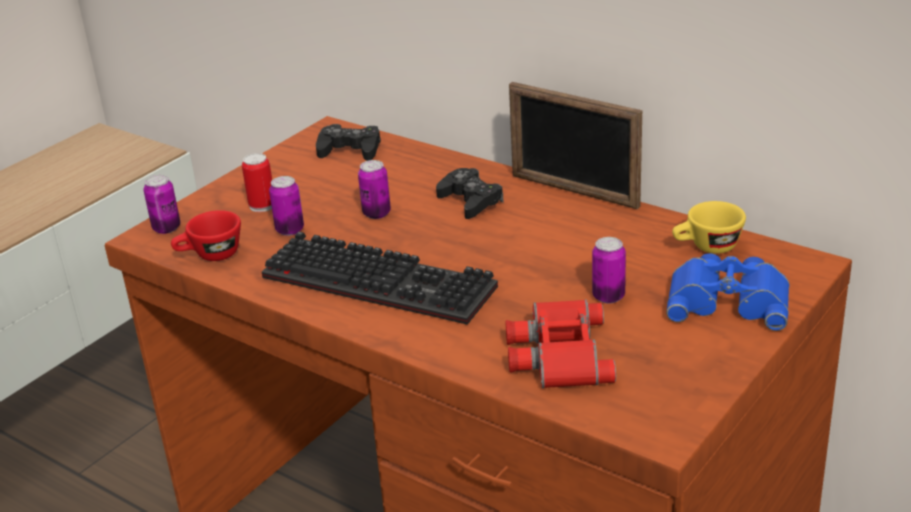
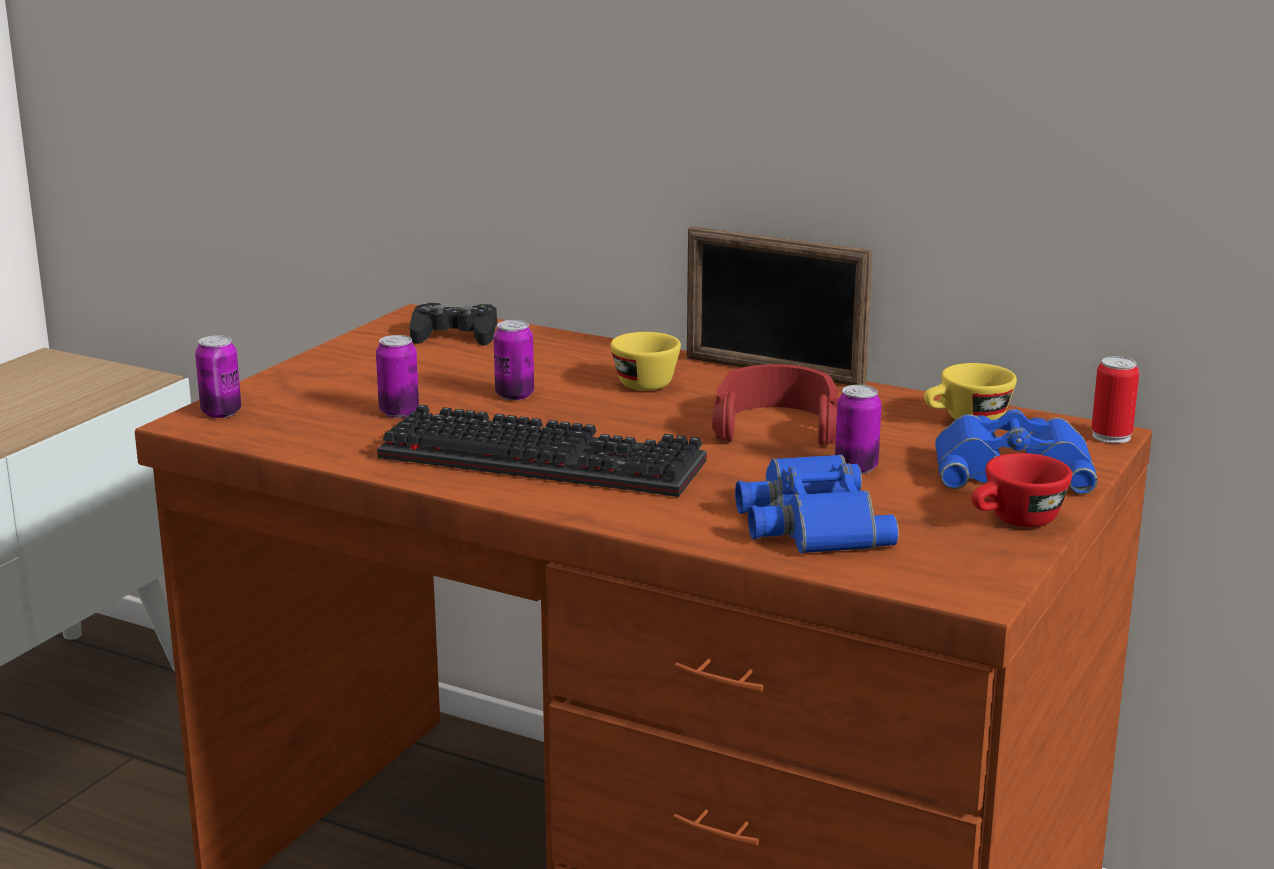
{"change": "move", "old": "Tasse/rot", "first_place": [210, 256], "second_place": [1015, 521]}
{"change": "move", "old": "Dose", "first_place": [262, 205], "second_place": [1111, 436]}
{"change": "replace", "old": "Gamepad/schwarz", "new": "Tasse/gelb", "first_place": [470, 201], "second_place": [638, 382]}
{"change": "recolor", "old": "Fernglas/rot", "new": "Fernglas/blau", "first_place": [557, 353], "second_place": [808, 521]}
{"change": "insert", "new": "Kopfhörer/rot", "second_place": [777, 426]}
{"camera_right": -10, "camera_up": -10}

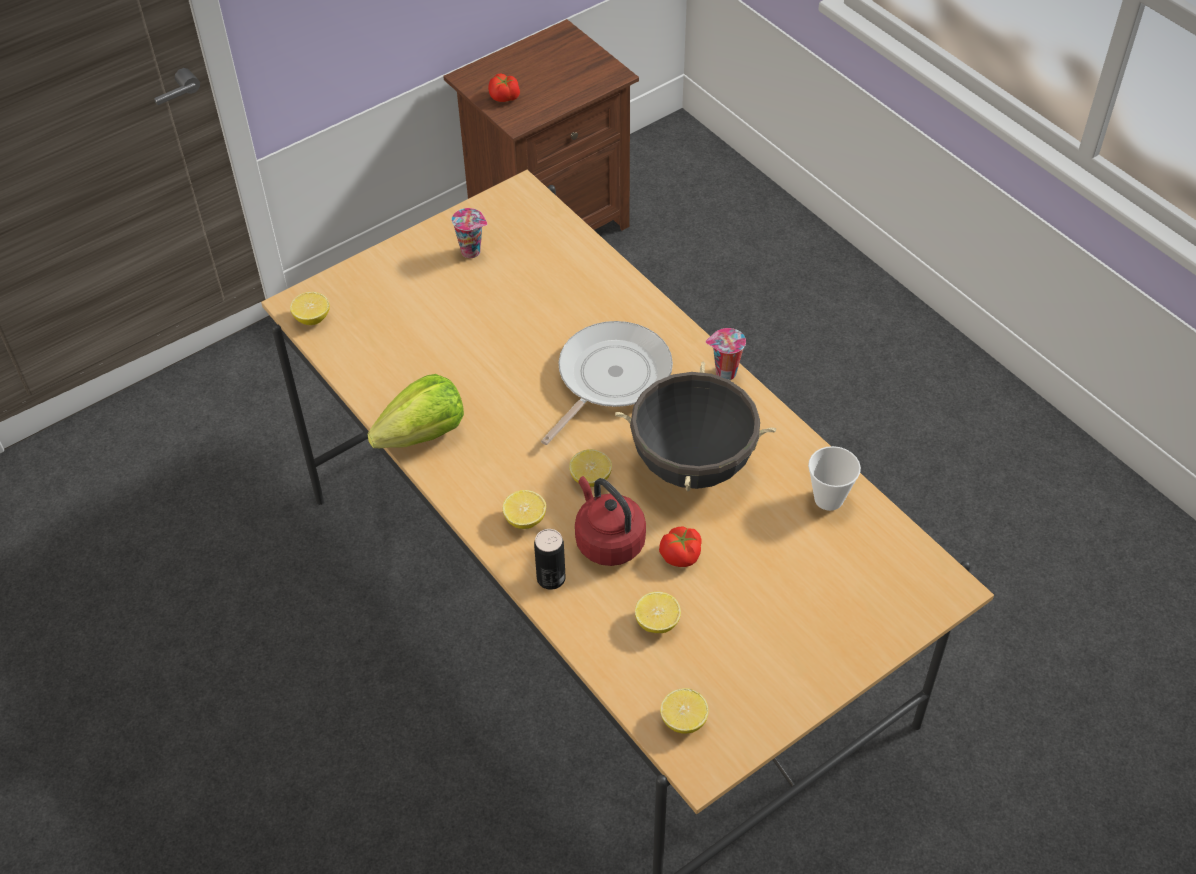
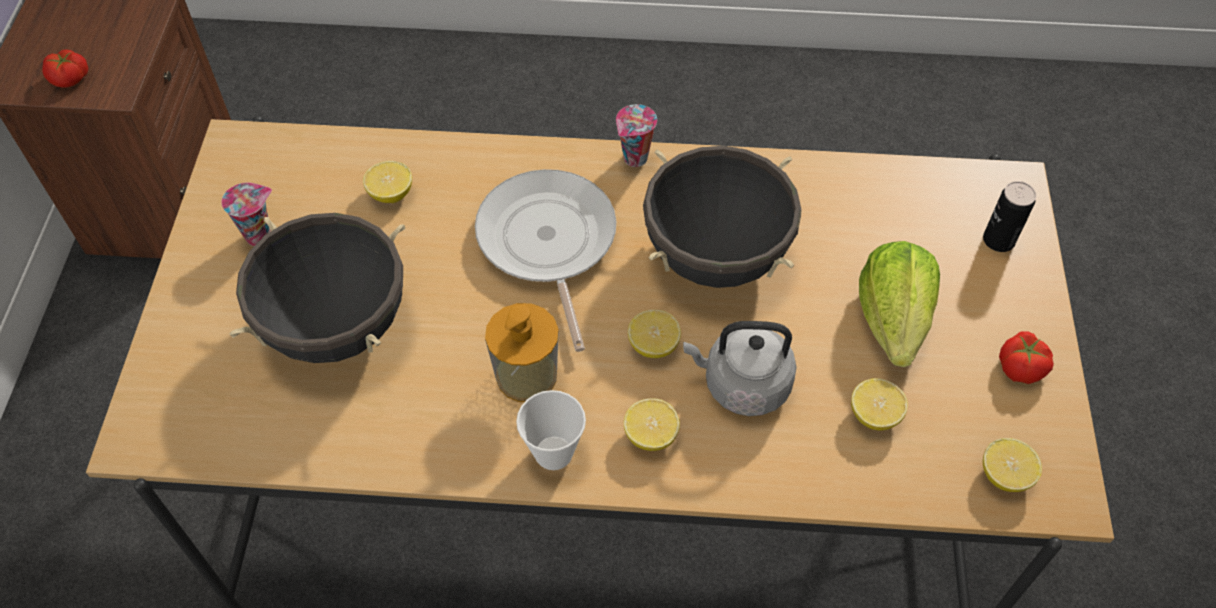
{"change": "move", "old": "Zitrone", "first_place": [312, 318], "second_place": [391, 193]}
{"change": "move", "old": "Salatkopf", "first_place": [423, 434], "second_place": [893, 320]}
{"change": "move", "old": "Dose", "first_place": [551, 578], "second_place": [998, 240]}
{"change": "recolor", "old": "Wasserkessel/rot", "new": "Wasserkessel/grau", "first_place": [607, 540], "second_place": [741, 385]}
{"change": "move", "old": "Tomate", "first_place": [681, 555], "second_place": [1021, 367]}
{"change": "move", "old": "Tasse", "first_place": [828, 498], "second_place": [553, 453]}
{"change": "insert", "new": "Kochtopf/schwarz", "second_place": [336, 326]}
{"change": "insert", "new": "Seifenspender", "second_place": [526, 375]}
{"camera_right": -50, "camera_up": 5}

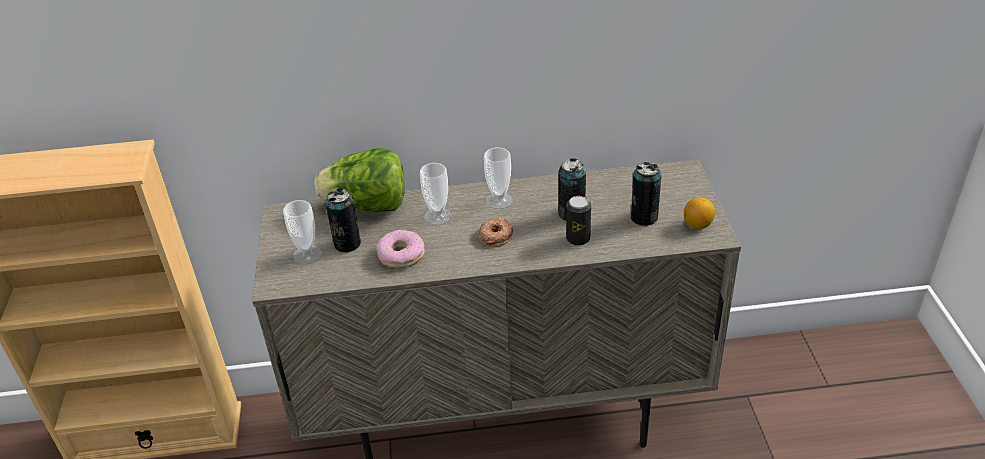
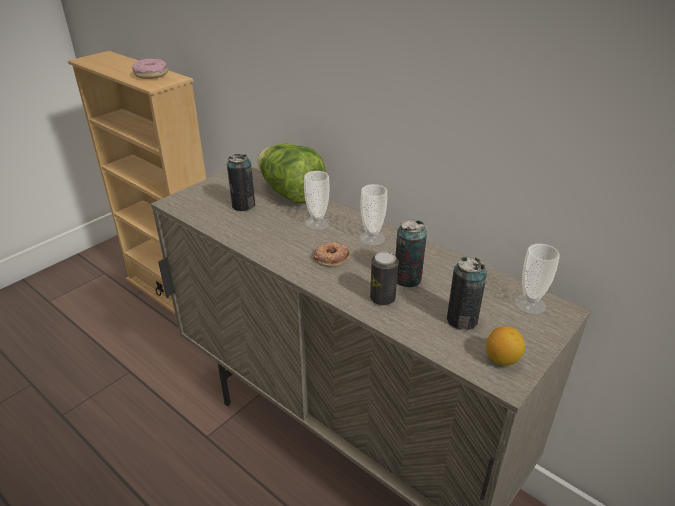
{"change": "move", "old": "Tasse", "first_place": [307, 254], "second_place": [530, 304]}
{"change": "move", "old": "Donut", "first_place": [401, 255], "second_place": [151, 74]}
{"camera_right": 45, "camera_up": -5}

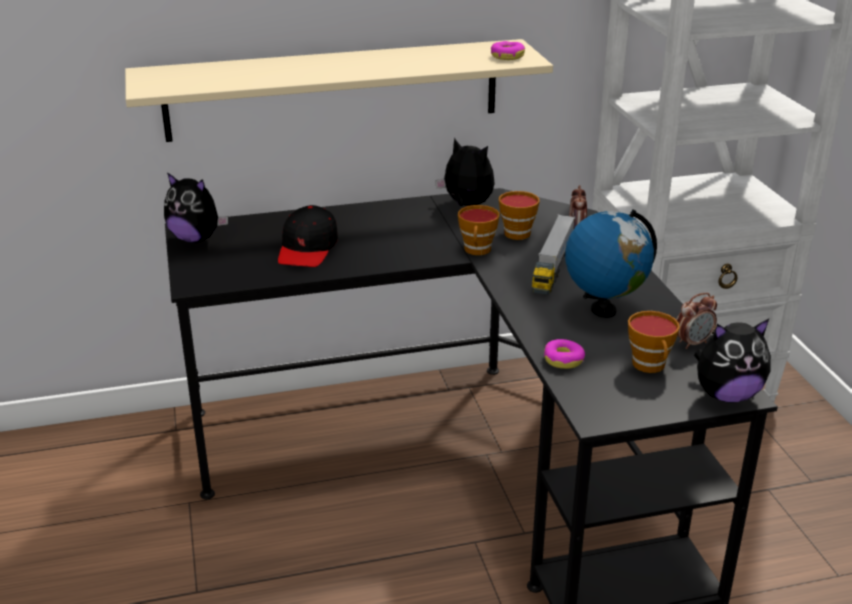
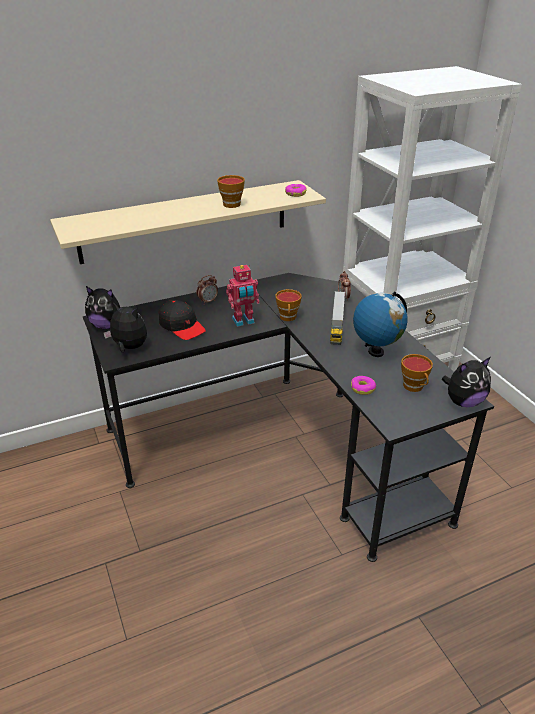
{"change": "rotate", "old": "Kappe/schwarz", "first_place": [308, 249], "second_place": [182, 326], "degrees": -45}
{"change": "move", "old": "Plüschtier", "first_place": [466, 205], "second_place": [129, 348]}
{"change": "move", "old": "Tasse", "first_place": [518, 232], "second_place": [232, 203]}
{"change": "move", "old": "Wecker", "first_place": [692, 343], "second_place": [208, 301]}
{"change": "insert", "new": "Spielzeugroboter", "second_place": [243, 321]}
{"camera_right": -10, "camera_up": 5}

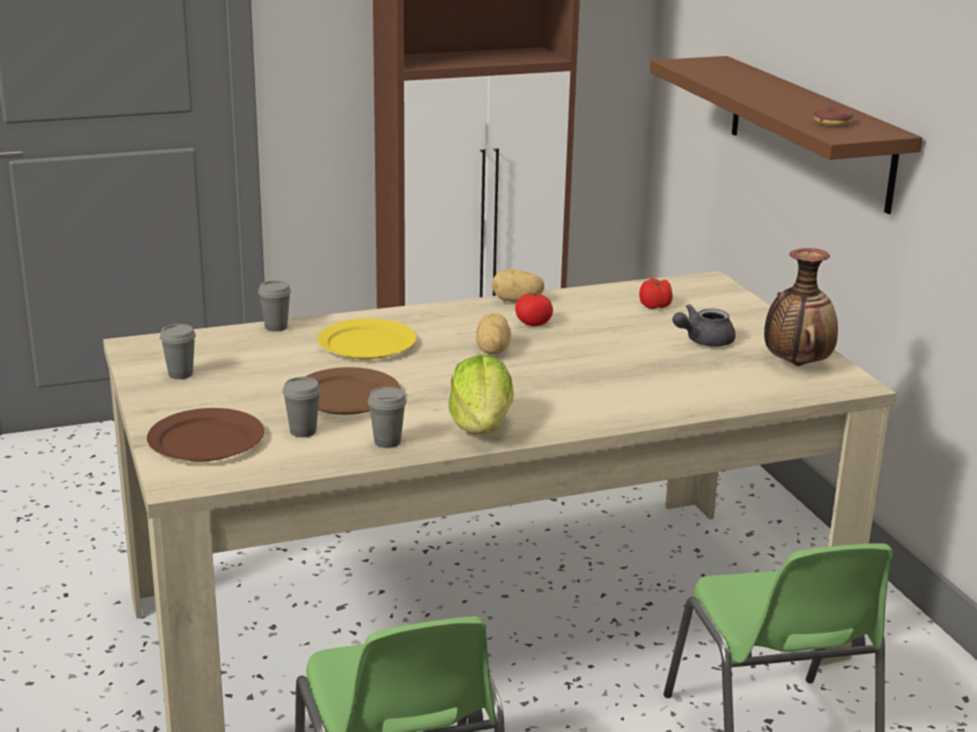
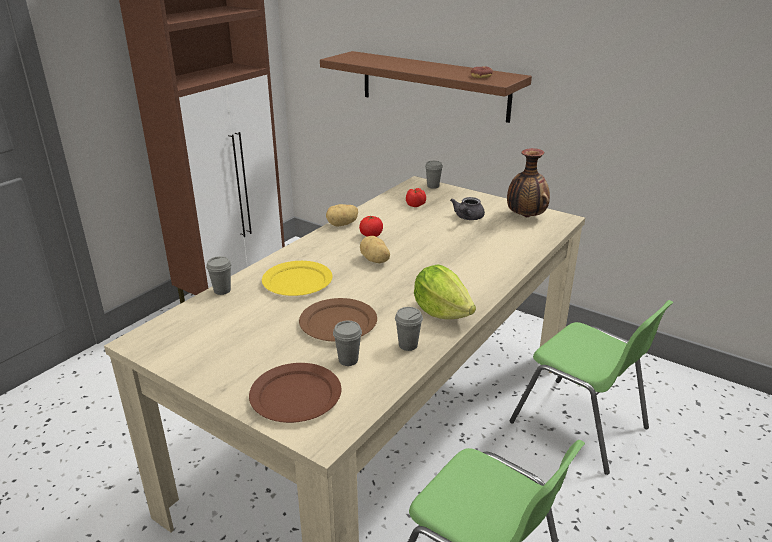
{"change": "move", "old": "Tasse/grau", "first_place": [180, 374], "second_place": [433, 186]}
{"camera_right": -35, "camera_up": 5}

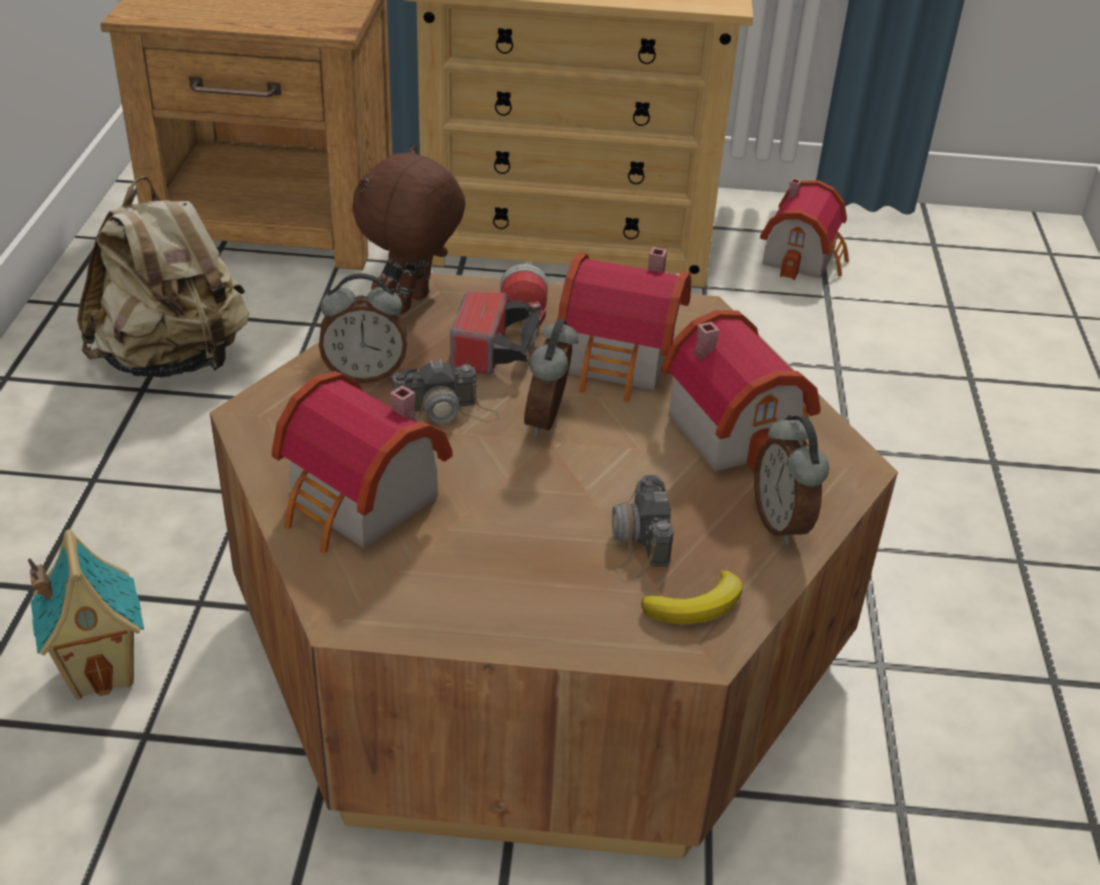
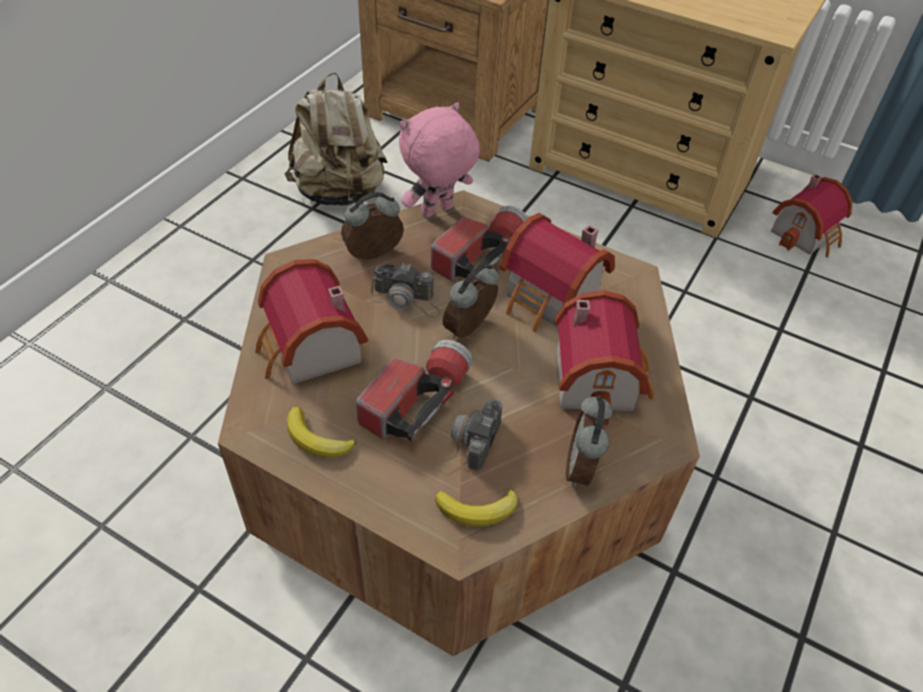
{"change": "delete", "old": "Spielzeughaus", "first_place": [102, 671]}
{"change": "rotate", "old": "Wecker", "first_place": [365, 374], "second_place": [374, 256], "degrees": 135}
{"change": "recolor", "old": "Plüschtier/braun", "new": "Plüschtier/rosa", "first_place": [412, 305], "second_place": [437, 212]}
{"change": "insert", "new": "Banane", "second_place": [317, 439]}
{"change": "insert", "new": "Taschenlampe", "second_place": [416, 400]}
{"camera_right": 25, "camera_up": 10}

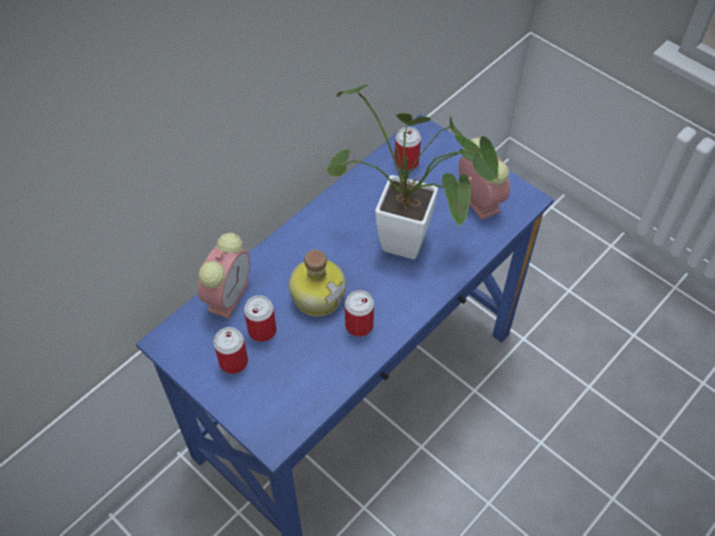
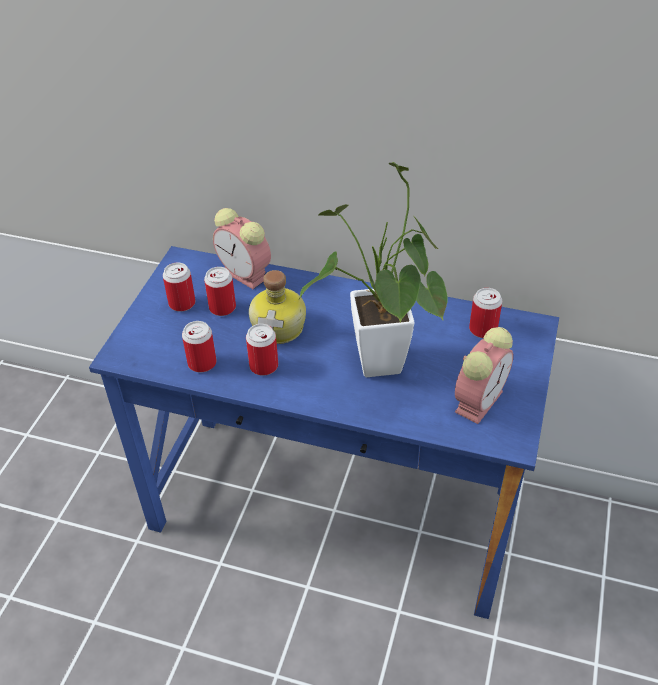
{"change": "rotate", "old": "Wecker", "first_place": [228, 294], "second_place": [247, 274], "degrees": 45}
{"change": "insert", "new": "Dose", "second_place": [202, 363]}
{"camera_right": 65, "camera_up": -10}

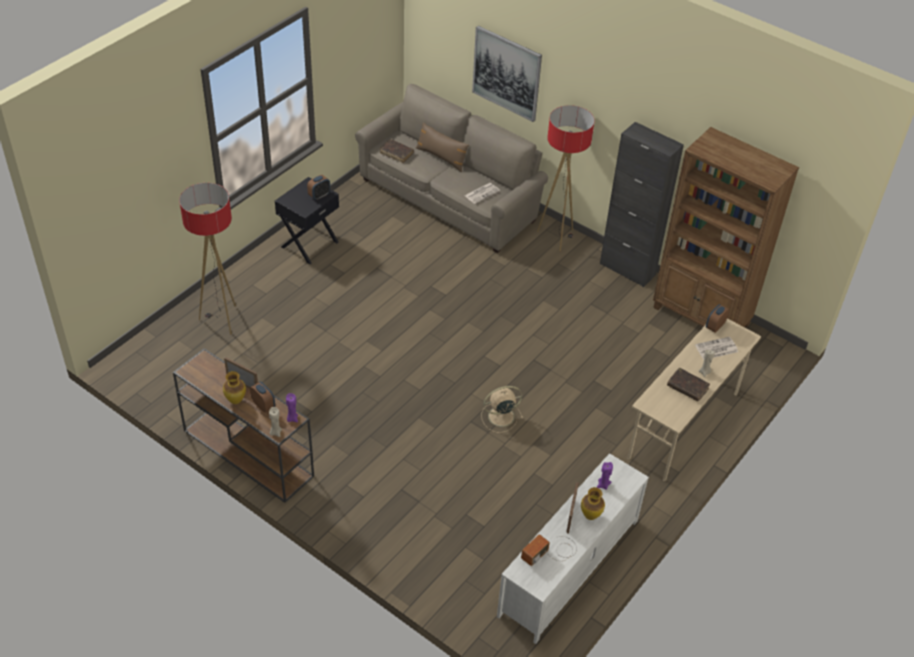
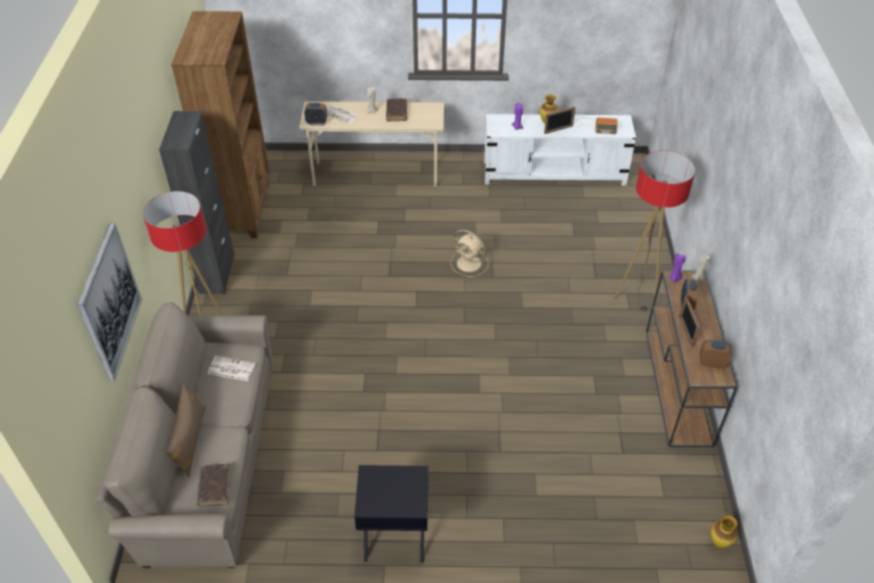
{"change": "move", "old": "Stehlampe", "first_place": [221, 319], "second_place": [637, 297]}
{"change": "move", "old": "Vase", "first_place": [235, 401], "second_place": [720, 543]}
{"change": "move", "old": "Wecker", "first_place": [319, 195], "second_place": [712, 363]}
{"camera_right": -125, "camera_up": 0}

